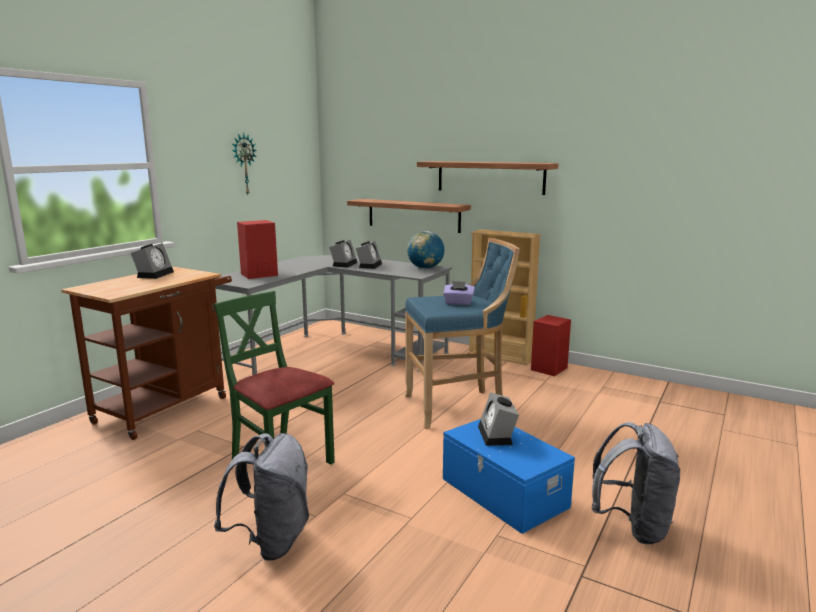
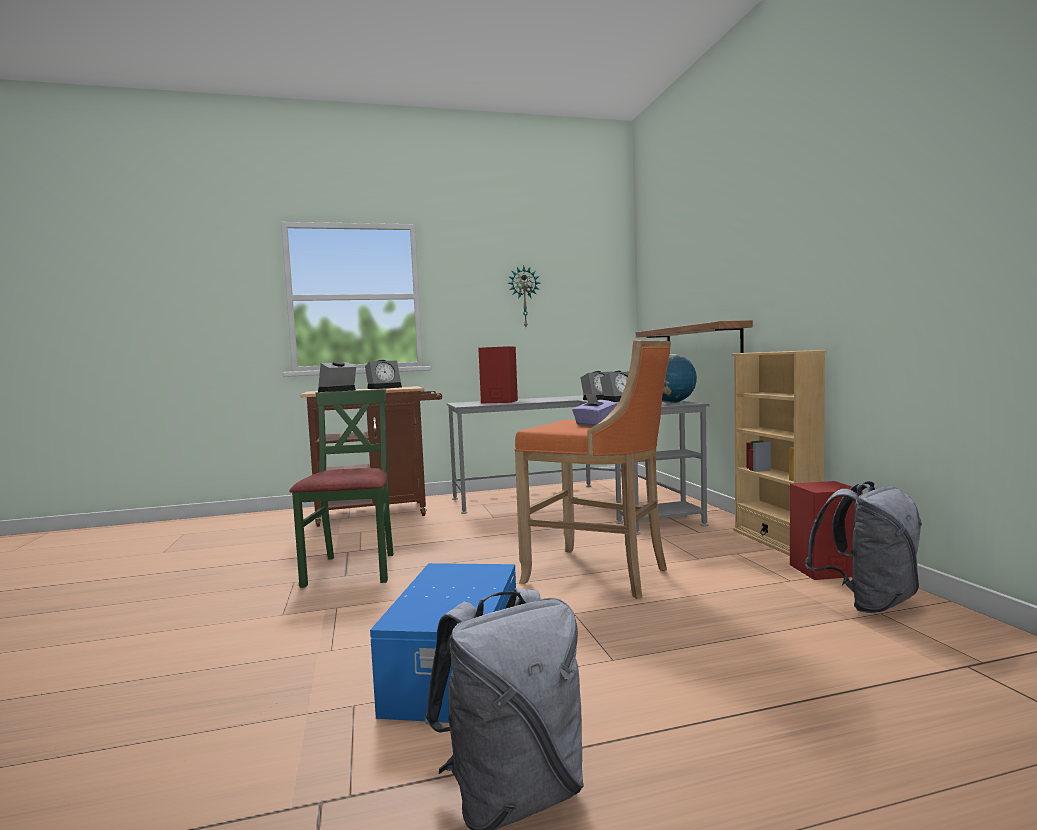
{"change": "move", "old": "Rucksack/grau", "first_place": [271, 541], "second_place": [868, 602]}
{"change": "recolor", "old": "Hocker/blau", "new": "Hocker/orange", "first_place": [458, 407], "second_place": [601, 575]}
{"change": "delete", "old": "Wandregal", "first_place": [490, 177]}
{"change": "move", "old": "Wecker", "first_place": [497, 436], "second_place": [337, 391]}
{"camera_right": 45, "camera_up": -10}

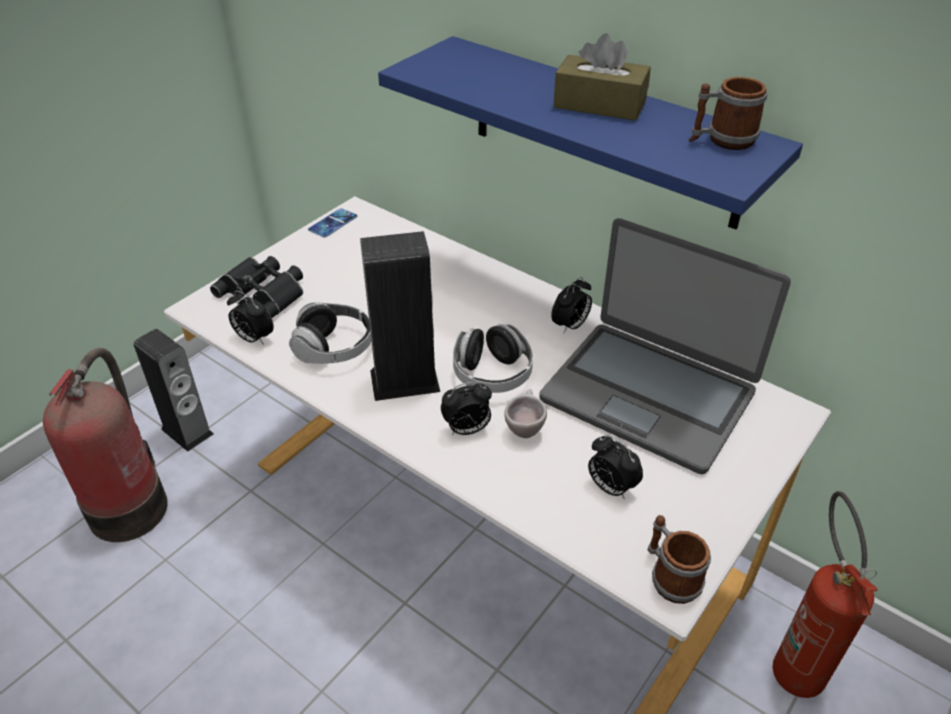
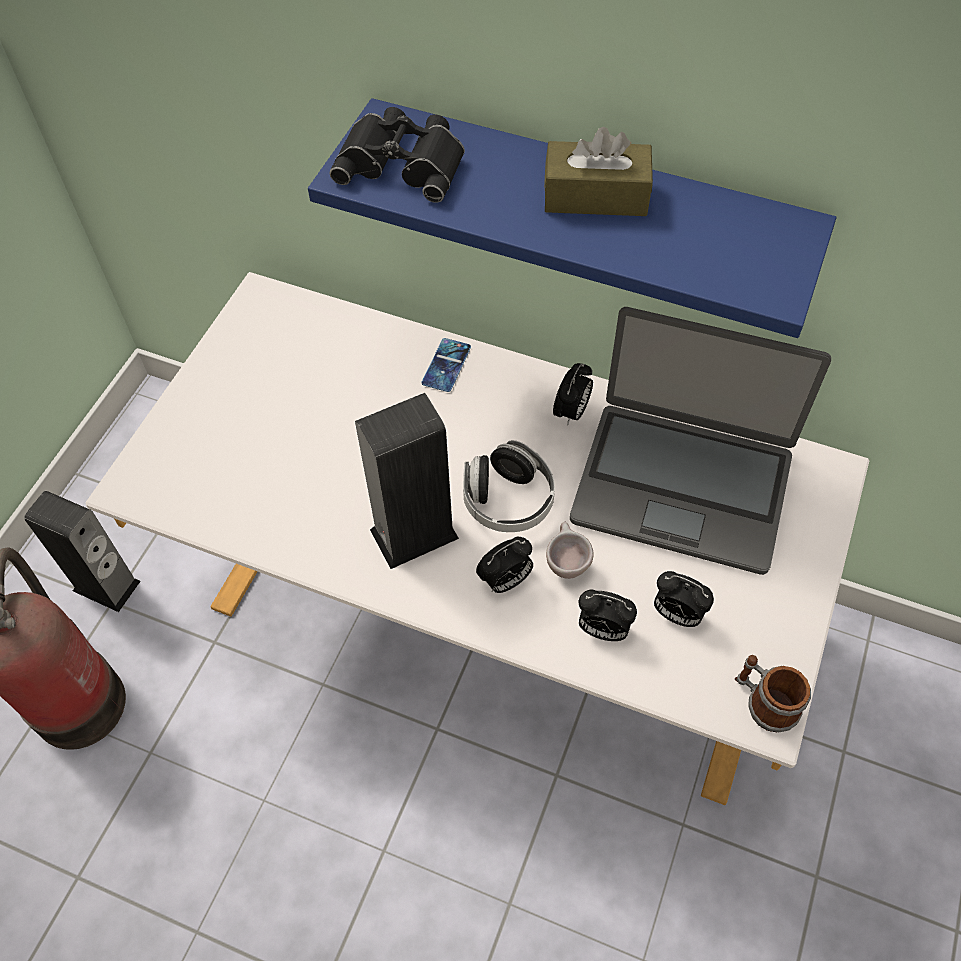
{"change": "move", "old": "Fernglas/schwarz", "first_place": [265, 291], "second_place": [403, 161]}
{"change": "move", "old": "Wecker", "first_place": [253, 338], "second_place": [602, 630]}
{"change": "delete", "old": "Kopfhörer", "first_place": [334, 348]}
{"change": "move", "old": "Handy", "first_place": [333, 223], "second_place": [446, 365]}
{"change": "delete", "old": "Henkelbecher", "first_place": [722, 140]}
{"change": "delete", "old": "Feuerlöscher", "first_place": [793, 661]}
{"camera_right": -15, "camera_up": 15}

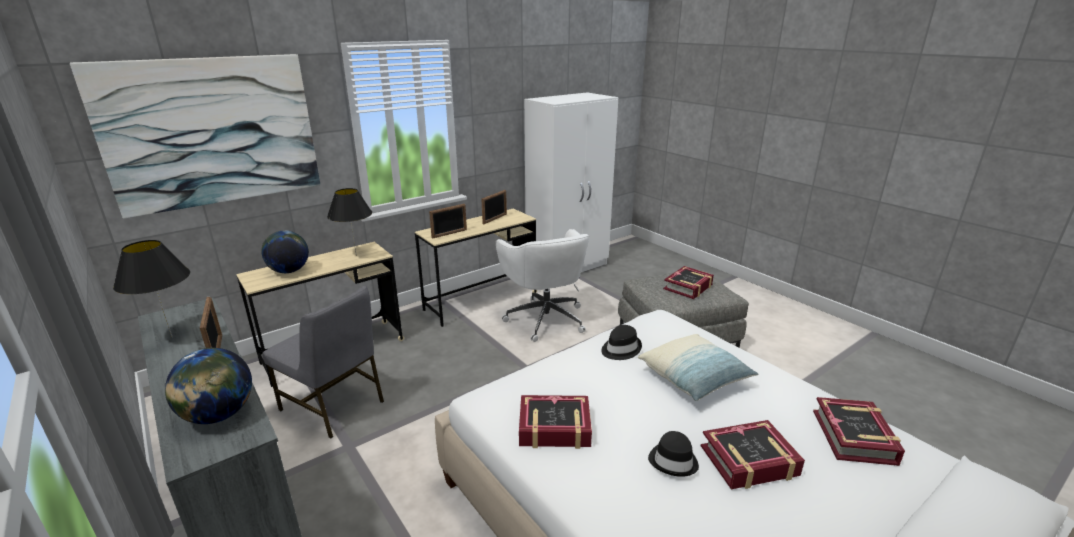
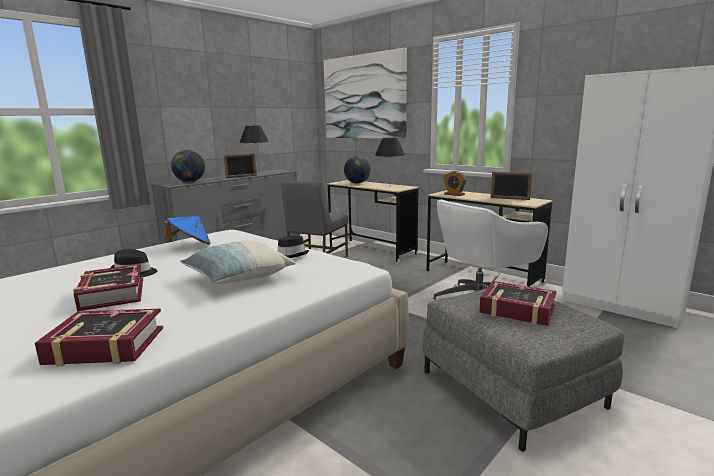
{"change": "replace", "old": "Bilderrahmen", "new": "Wecker", "first_place": [449, 234], "second_place": [454, 194]}
{"change": "replace", "old": "Buch", "new": "Hut/blau", "first_place": [554, 428], "second_place": [190, 246]}
{"camera_right": 80, "camera_up": -10}

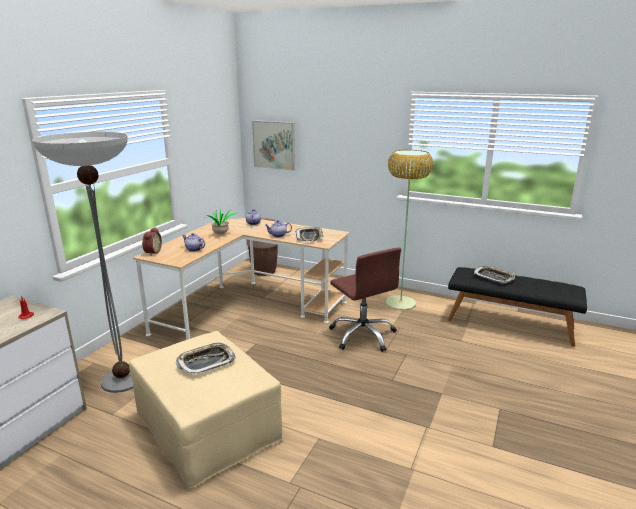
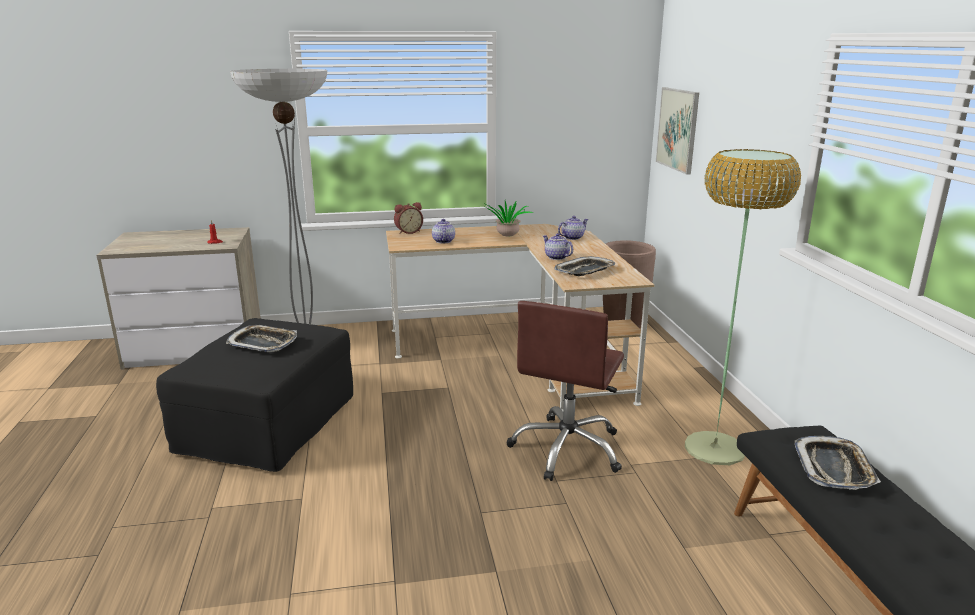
{"change": "recolor", "old": "Polsterhocker/beige", "new": "Polsterhocker/schwarz", "first_place": [206, 428], "second_place": [268, 424]}
{"camera_right": 55, "camera_up": 0}

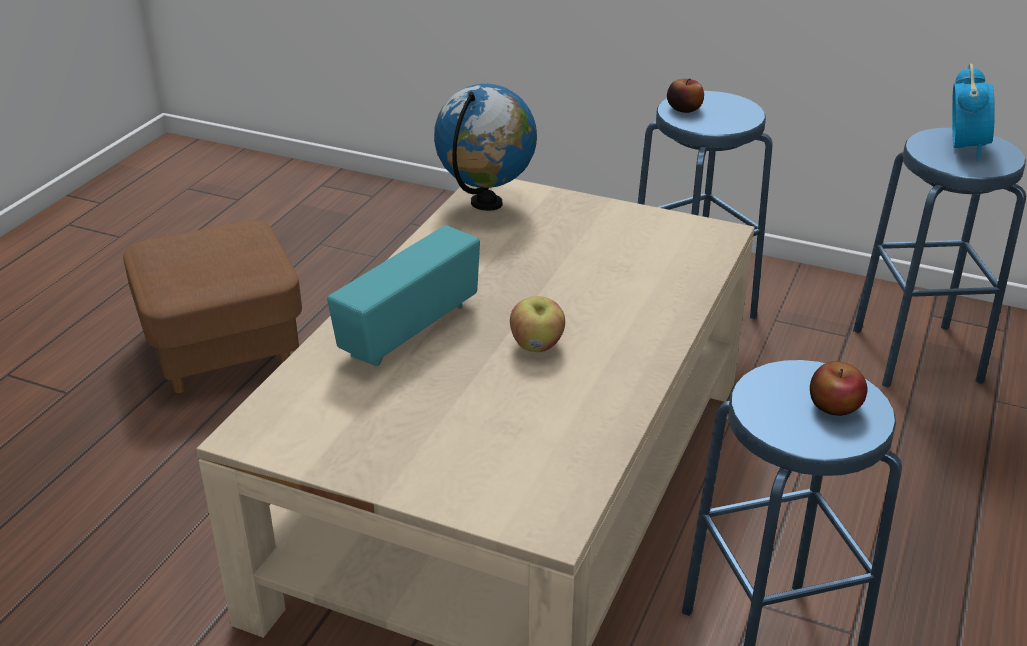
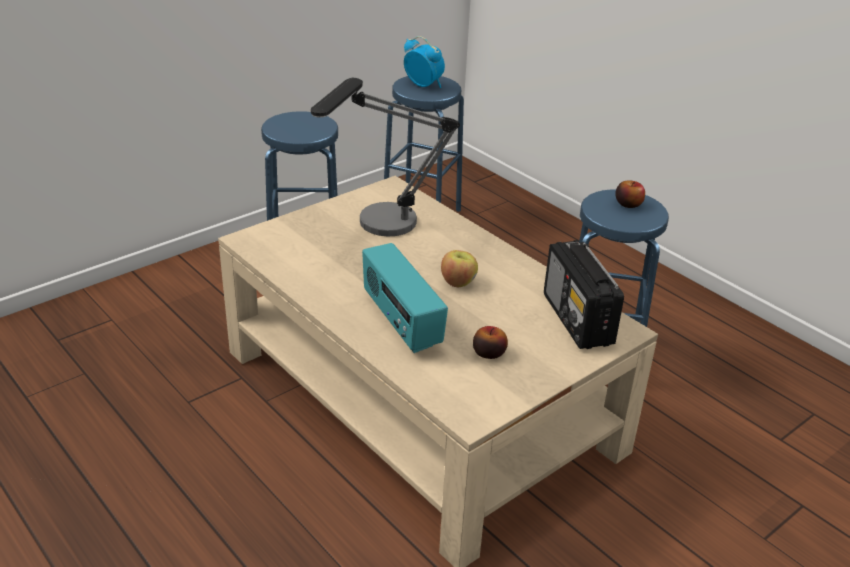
{"change": "delete", "old": "Polsterhocker/braun", "first_place": [223, 348]}
{"change": "delete", "old": "Globus", "first_place": [486, 203]}
{"change": "move", "old": "Apfel", "first_place": [684, 108], "second_place": [488, 353]}
{"change": "insert", "new": "Tischlampe", "second_place": [378, 229]}
{"change": "insert", "new": "Radio", "second_place": [577, 320]}
{"camera_right": -65, "camera_up": 0}

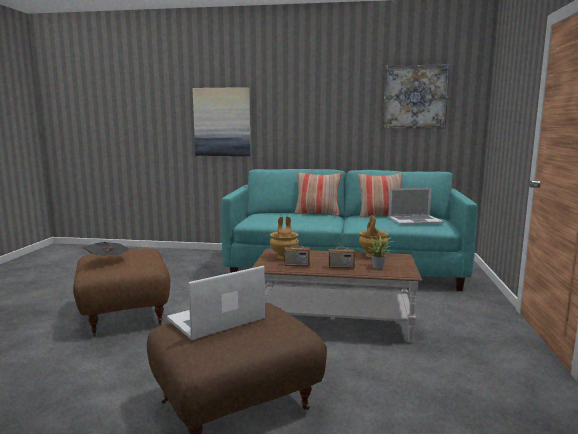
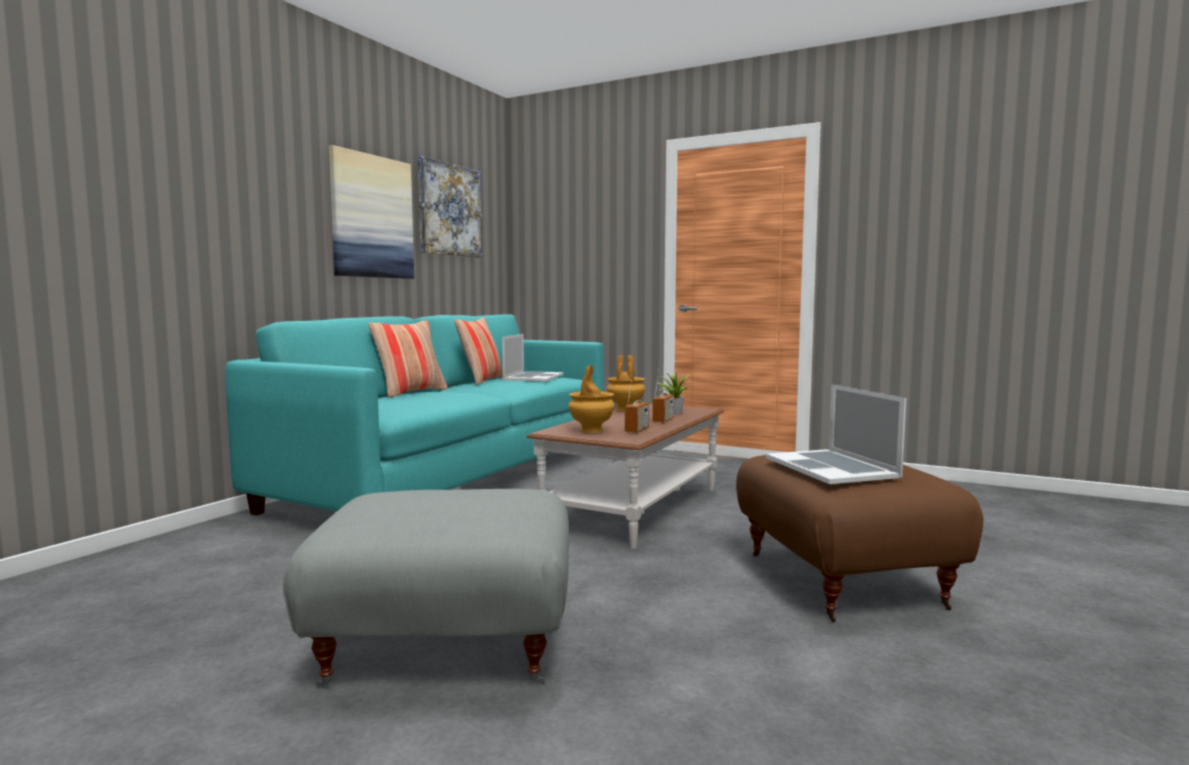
{"change": "recolor", "old": "Polsterhocker/braun", "new": "Polsterhocker/grau", "first_place": [124, 314], "second_place": [444, 649]}
{"change": "delete", "old": "Zeitung", "first_place": [108, 261]}
{"change": "move", "old": "Bild", "first_place": [222, 122], "second_place": [371, 217]}
{"camera_right": -70, "camera_up": -5}

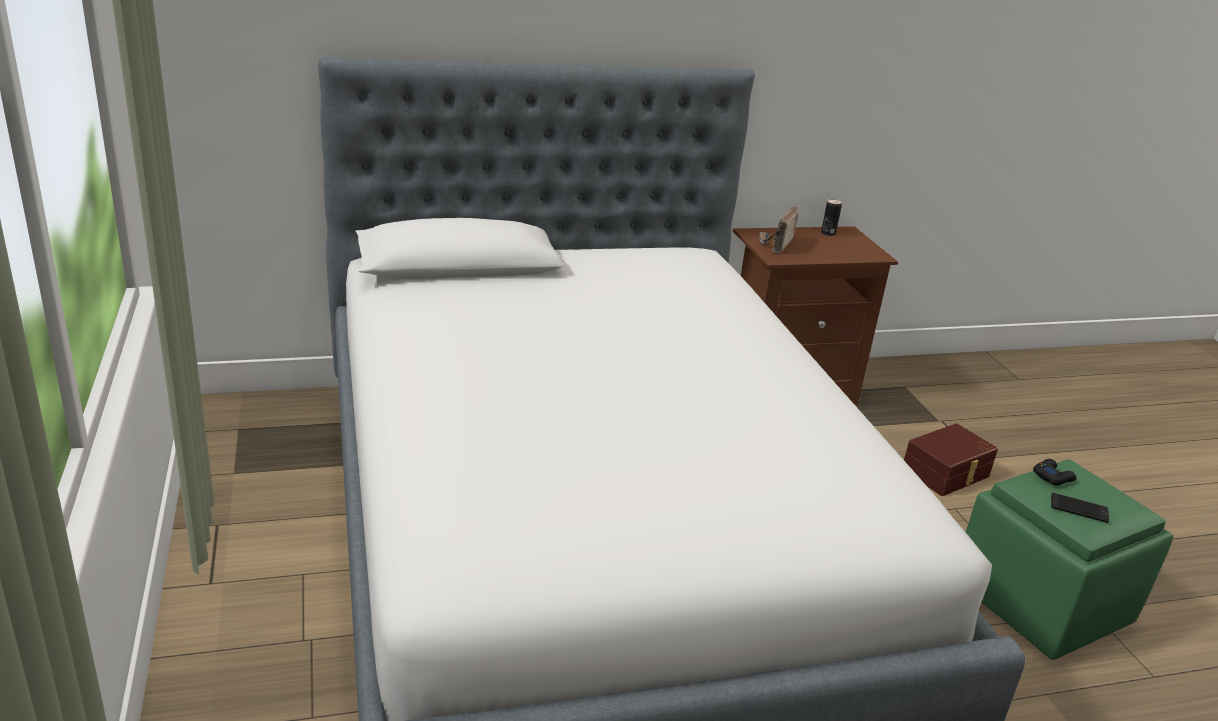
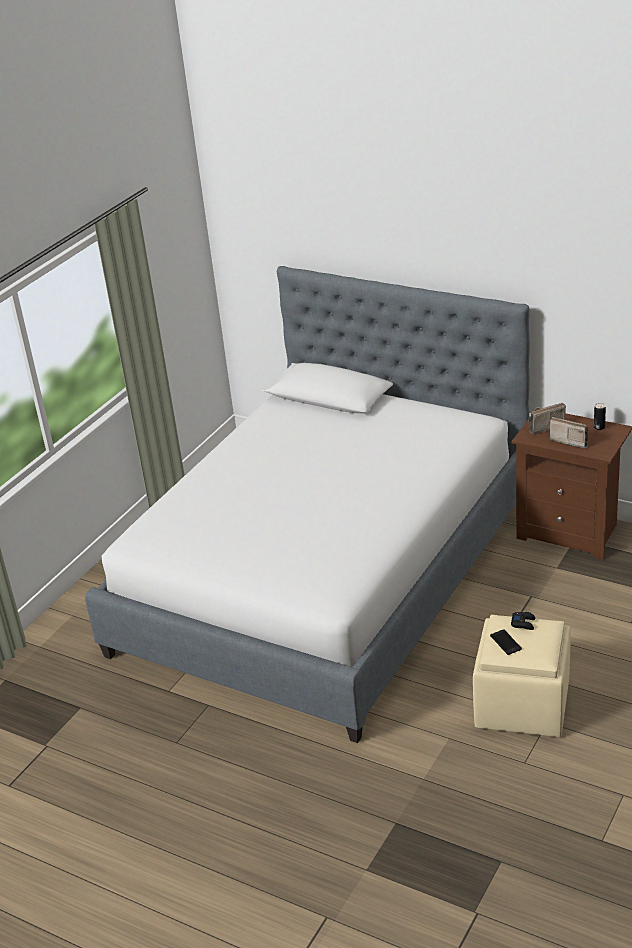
{"change": "delete", "old": "Aufbewahrungsbox/braun", "first_place": [947, 473]}
{"change": "recolor", "old": "Polsterhocker/grün", "new": "Polsterhocker/beige", "first_place": [1038, 602], "second_place": [521, 704]}
{"change": "insert", "new": "Radio", "second_place": [569, 440]}
{"camera_right": 50, "camera_up": 5}

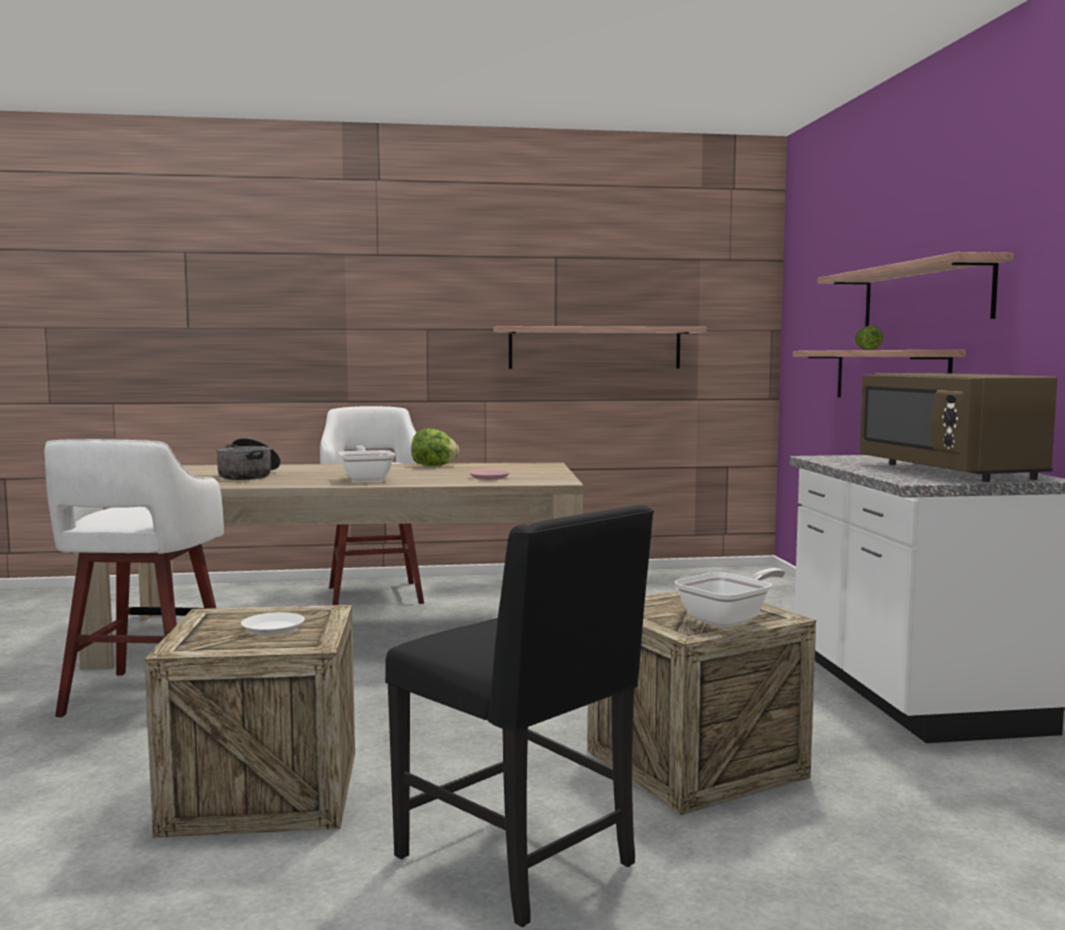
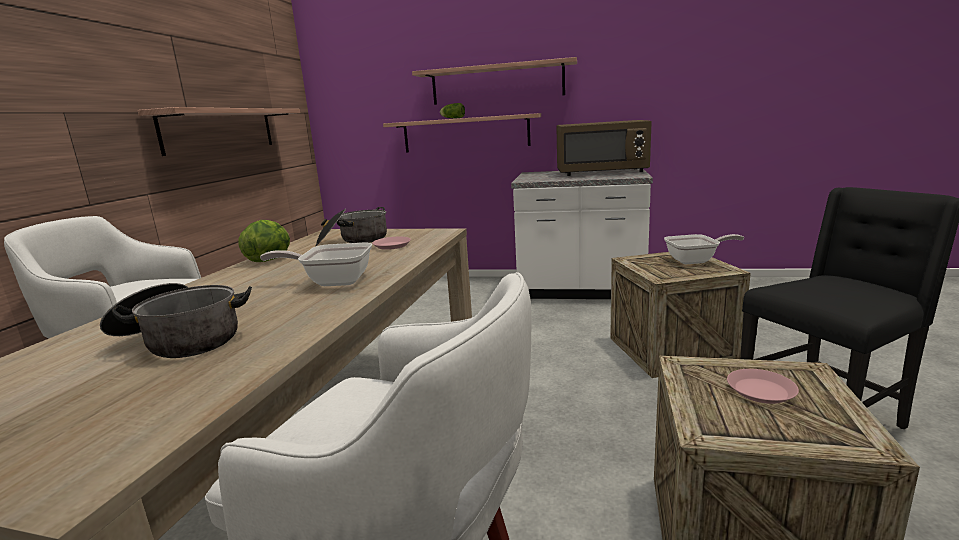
{"change": "recolor", "old": "Teller/weiß", "new": "Teller/rosa", "first_place": [273, 628], "second_place": [760, 391]}
{"change": "rotate", "old": "Pfanne", "first_place": [729, 620], "second_place": [696, 261], "degrees": 105}
{"change": "insert", "new": "Kochtopf", "second_place": [353, 240]}
{"camera_right": -70, "camera_up": 10}

